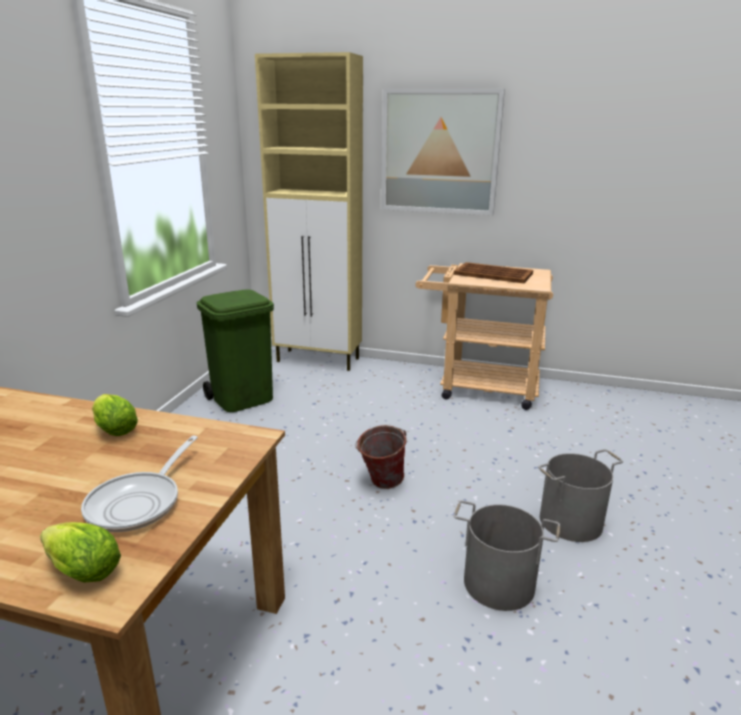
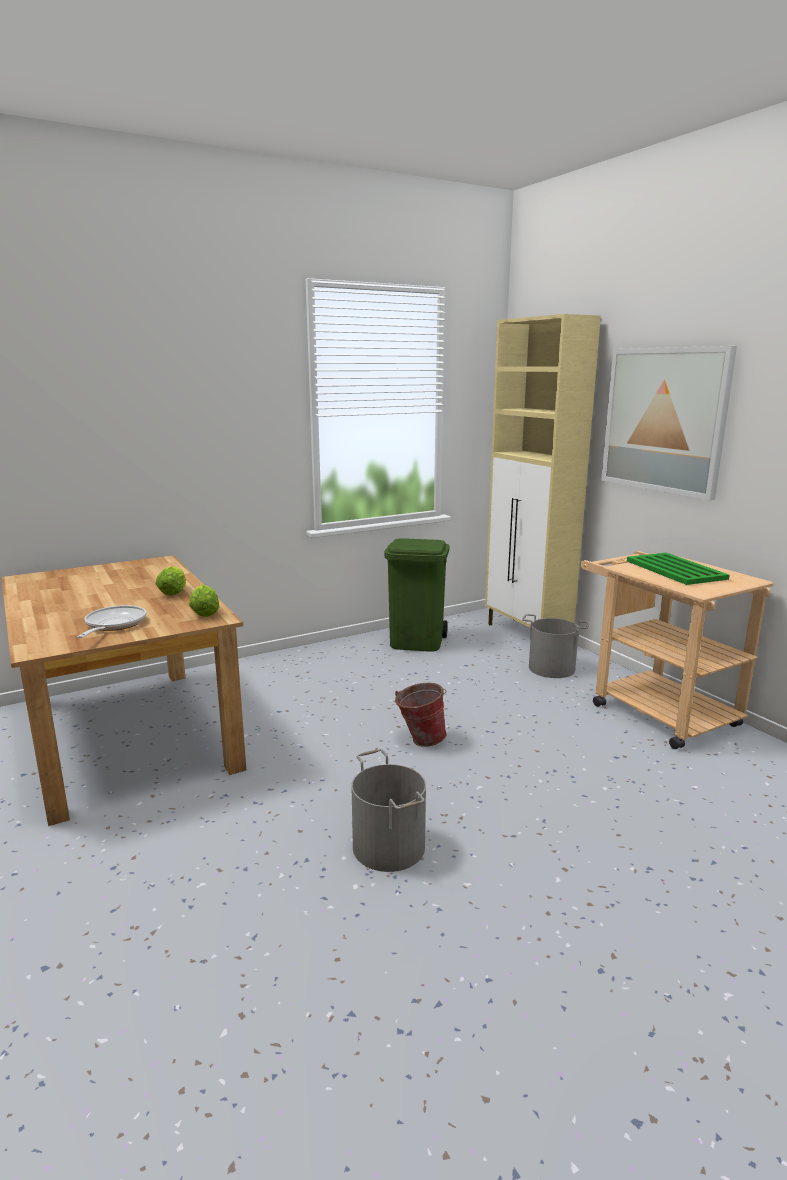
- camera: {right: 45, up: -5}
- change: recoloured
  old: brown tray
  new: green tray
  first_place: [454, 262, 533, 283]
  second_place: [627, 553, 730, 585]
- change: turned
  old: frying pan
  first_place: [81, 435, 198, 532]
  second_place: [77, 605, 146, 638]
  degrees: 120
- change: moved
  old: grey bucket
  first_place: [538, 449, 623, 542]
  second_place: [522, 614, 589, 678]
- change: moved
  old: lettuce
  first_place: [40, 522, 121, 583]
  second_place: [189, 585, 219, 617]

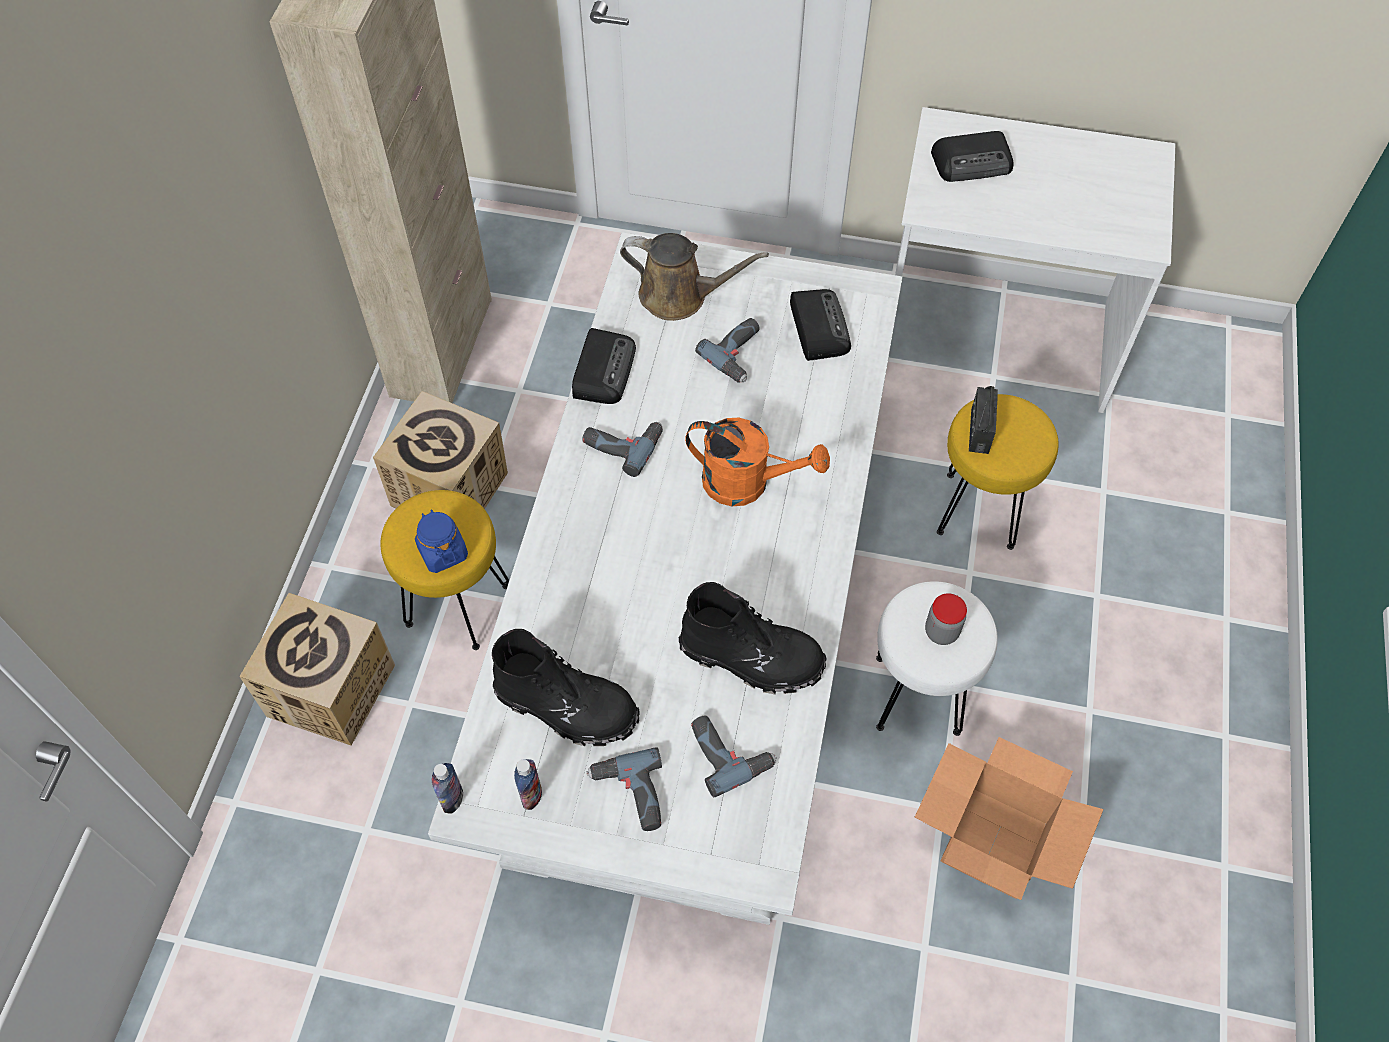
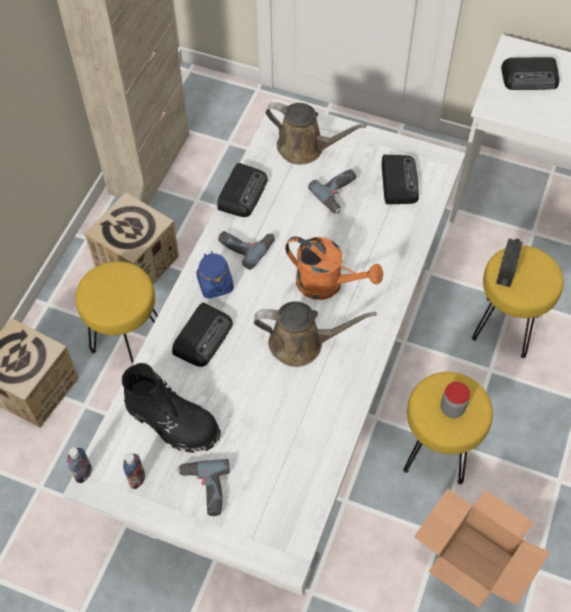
- camera: {right: 10, up: 0}
- change: moved
  old: blue jar
  first_place: [415, 509, 468, 573]
  second_place: [196, 251, 234, 299]
- change: recoloured
  old: white stool
  new: yellow stool
  first_place: [876, 581, 998, 736]
  second_place: [403, 372, 493, 485]
- change: removed
  old: black boot
  first_place: [679, 582, 827, 694]
- change: removed
  old: power drill
  first_place: [691, 716, 777, 797]
- change: added
  new: brown watering can
  second_place: [254, 301, 377, 367]
- change: added
  new: radio
  second_place: [172, 303, 233, 367]

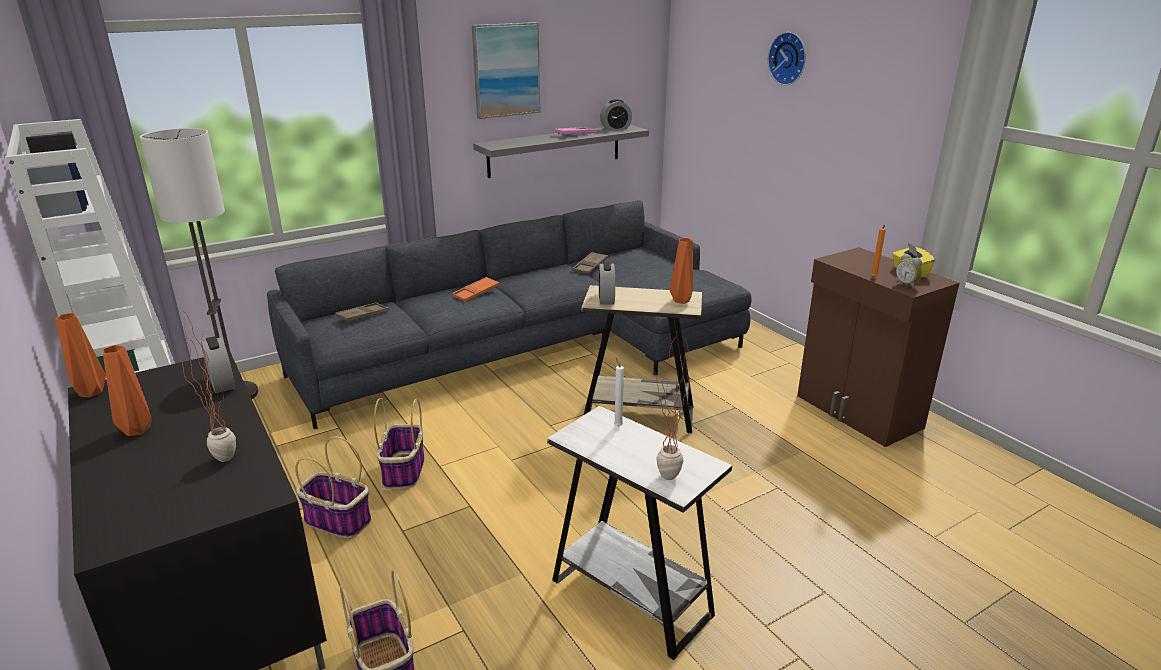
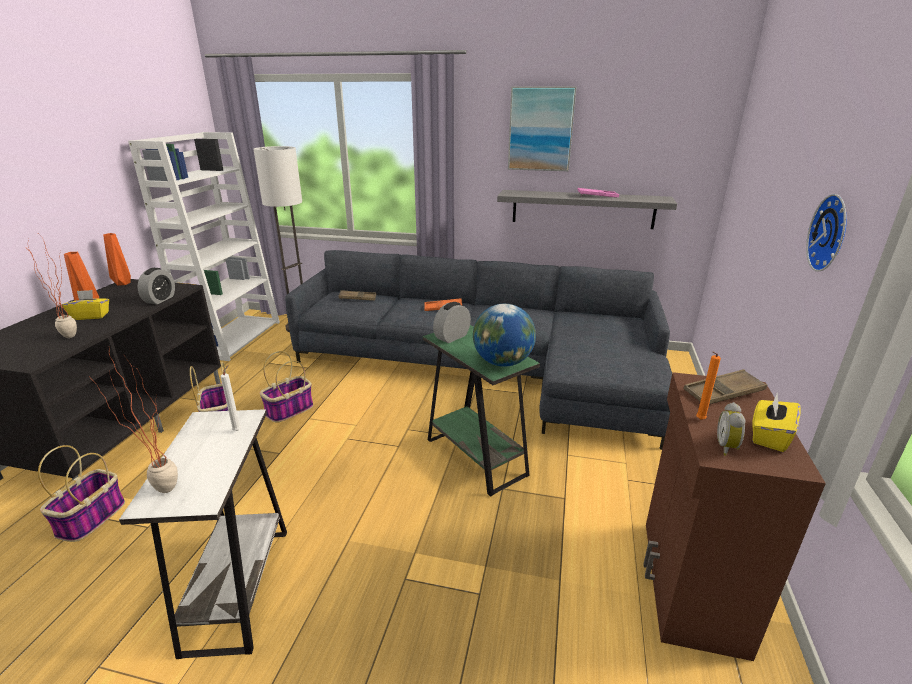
- camera: {right: 45, up: 0}
- change: moved
  old: wall clock
  first_place: [768, 32, 806, 85]
  second_place: [806, 194, 847, 272]
- change: removed
  old: alarm clock
  first_place: [600, 99, 632, 130]
- change: replaced
  old: orange vase
  new: globe
  first_place: [670, 238, 693, 304]
  second_place: [473, 304, 536, 367]
- change: moved
  old: brown tray
  first_place: [572, 252, 608, 274]
  second_place: [684, 369, 767, 404]
- change: recoloured
  old: beige side table
  new: green side table
  first_place: [581, 285, 702, 433]
  second_place: [423, 325, 540, 497]
- change: added
  new: yellow tissue box
  second_place: [62, 290, 109, 320]

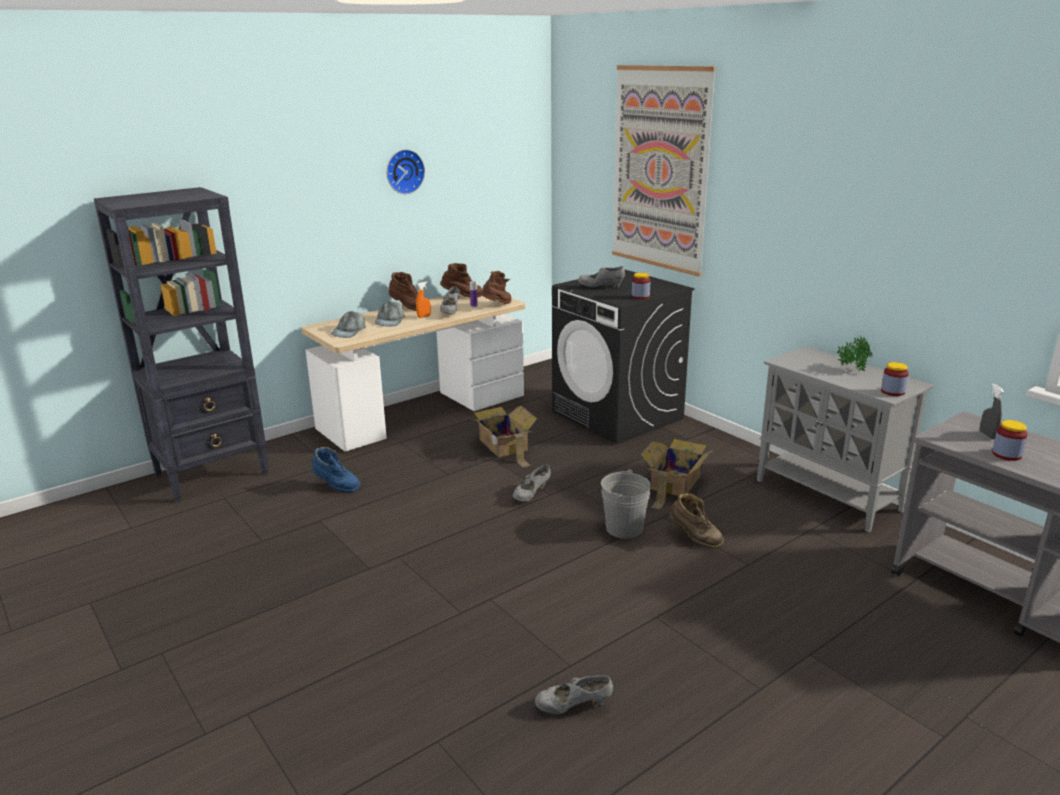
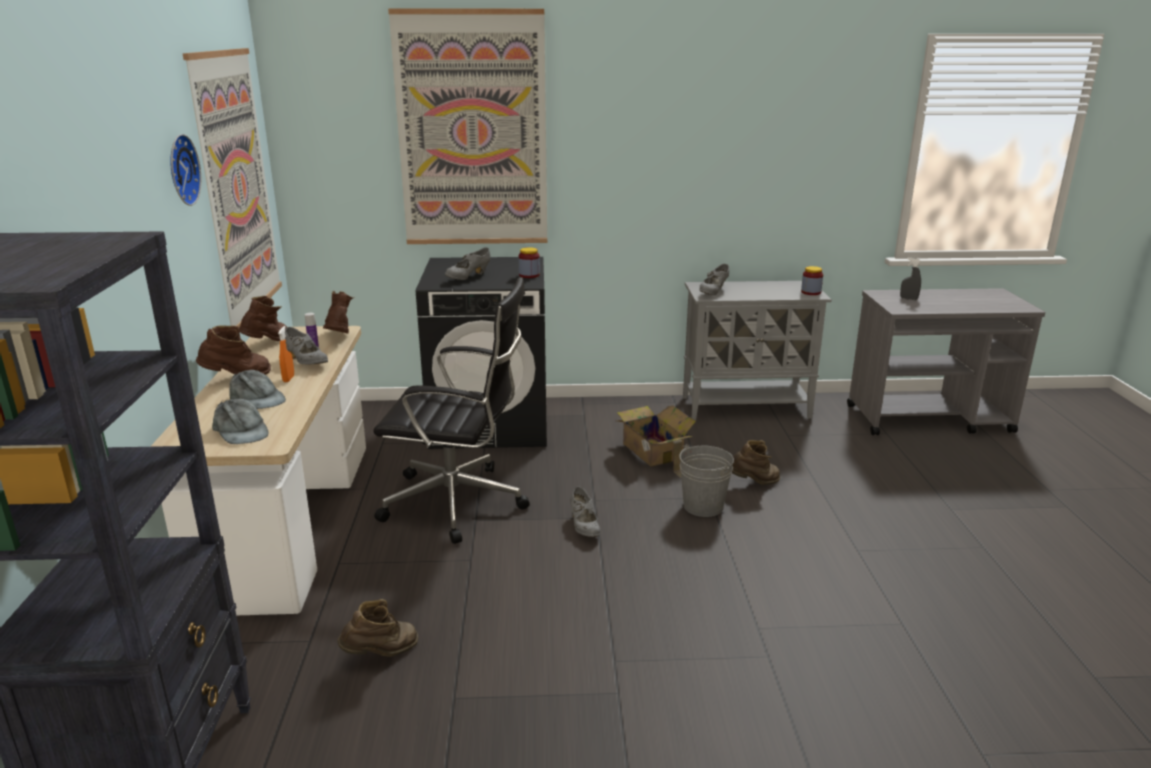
- camera: {right: -55, up: 0}
- change: removed
  old: potted plant
  first_place: [836, 336, 872, 371]
- change: replaced
  old: cardboard box
  new: black office chair
  first_place: [470, 406, 537, 468]
  second_place: [373, 277, 529, 544]
- change: removed
  old: jar
  first_place: [992, 420, 1028, 461]
- change: recoloured
  old: blue boot
  new: brown boot
  first_place: [312, 447, 361, 492]
  second_place: [337, 599, 419, 657]
- change: moved
  old: grey shoe
  first_place: [535, 675, 613, 714]
  second_place: [699, 264, 729, 295]
- change: added
  new: picture
  second_place: [183, 48, 282, 328]

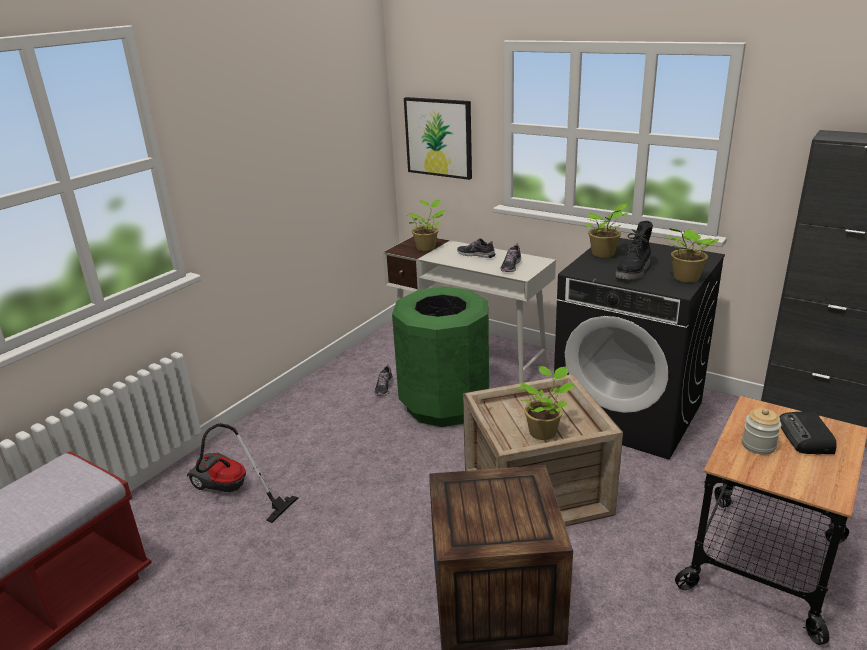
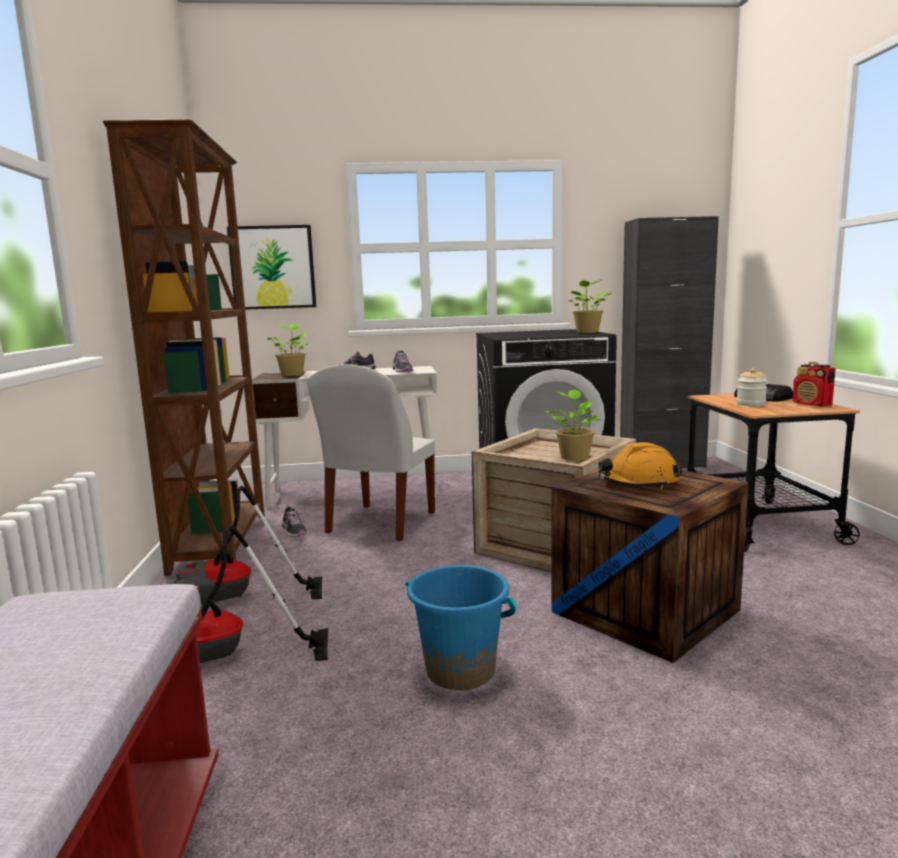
- camera: {right: -40, up: -15}
- change: removed
  old: potted plant
  first_place: [584, 204, 628, 258]
- change: removed
  old: black boot
  first_place: [615, 221, 653, 279]
- change: replaced
  old: green trash can
  new: white chair
  first_place: [392, 286, 489, 427]
  second_place: [307, 364, 435, 541]
- change: added
  new: brown bookcase
  second_place: [103, 120, 265, 576]
- change: added
  new: radio
  second_place: [793, 361, 836, 407]
- change: added
  new: orange hard hat
  second_place: [598, 442, 682, 489]
- change: added
  new: vacuum cleaner
  second_place: [174, 486, 322, 605]
- change: added
  new: blue bucket
  second_place: [405, 565, 516, 690]

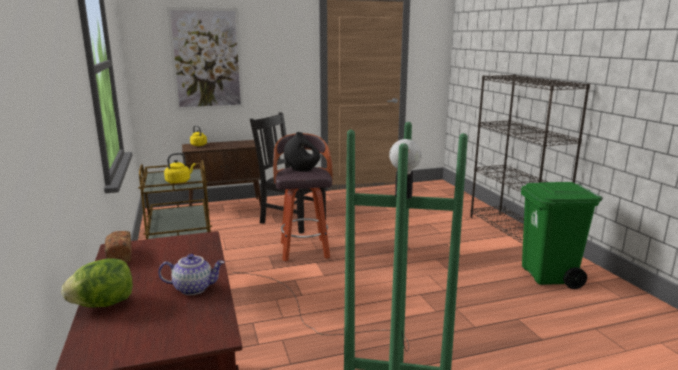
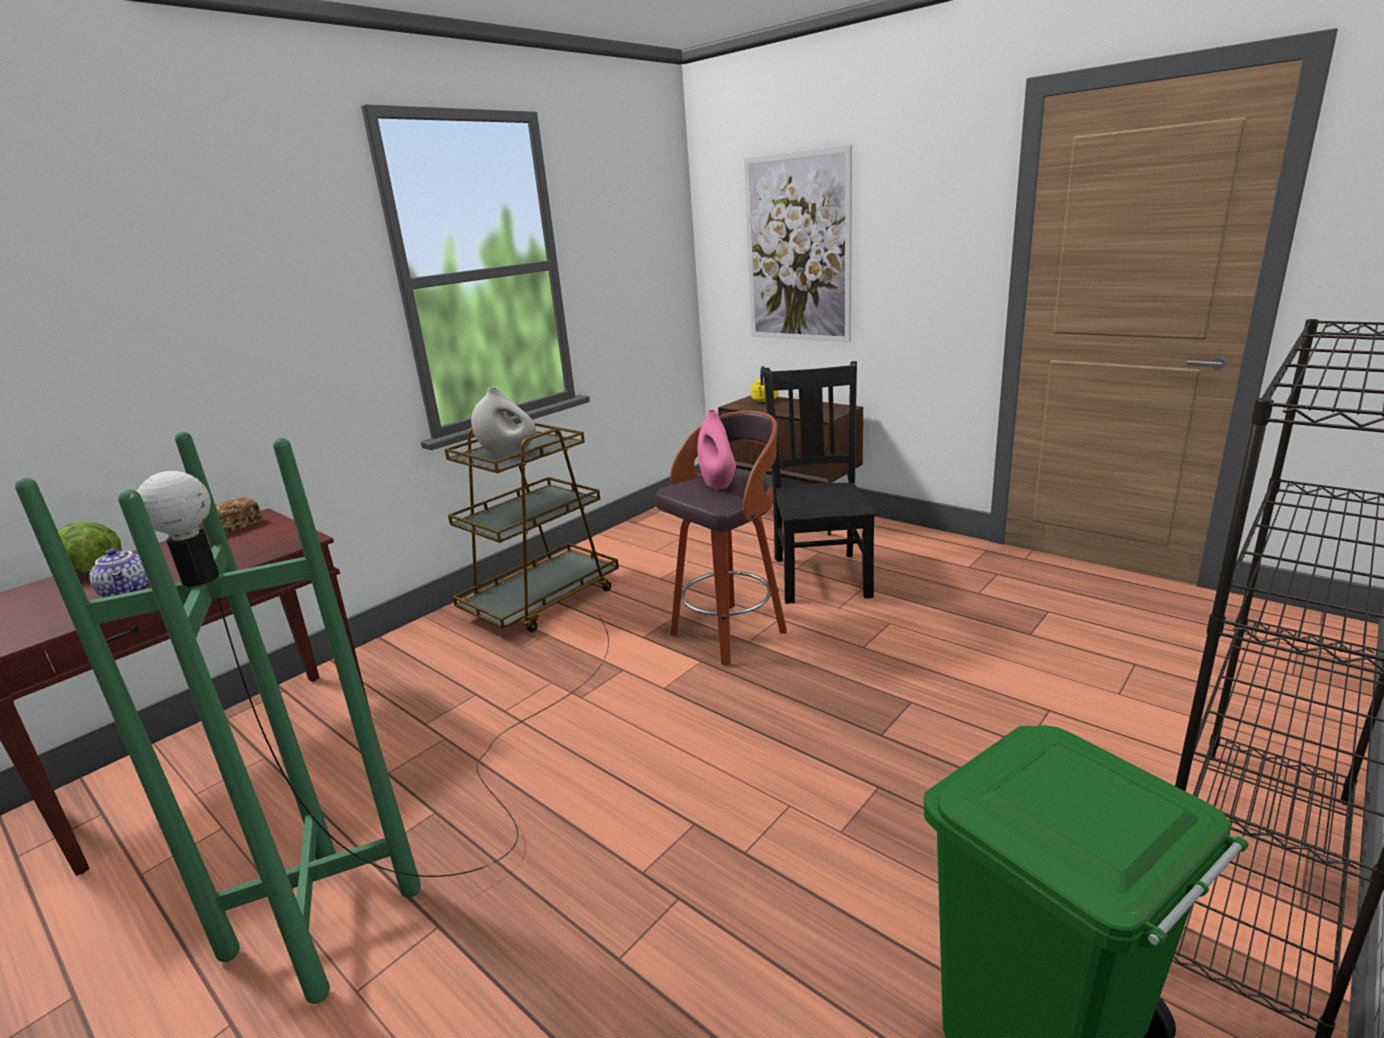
- camera: {right: 60, up: 5}
- change: recoloured
  old: black vase
  new: pink vase
  first_place: [284, 132, 321, 172]
  second_place: [697, 409, 736, 489]
- change: replaced
  old: yellow kettle
  new: white vase
  first_place: [164, 153, 196, 183]
  second_place: [471, 388, 536, 458]

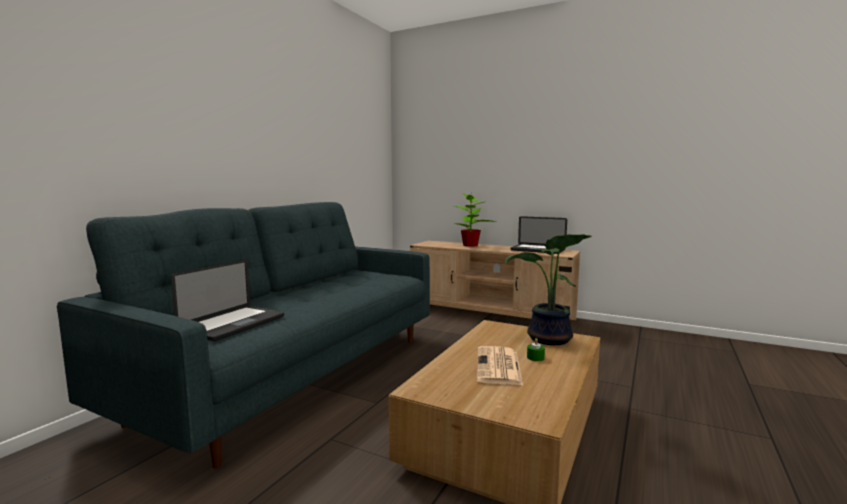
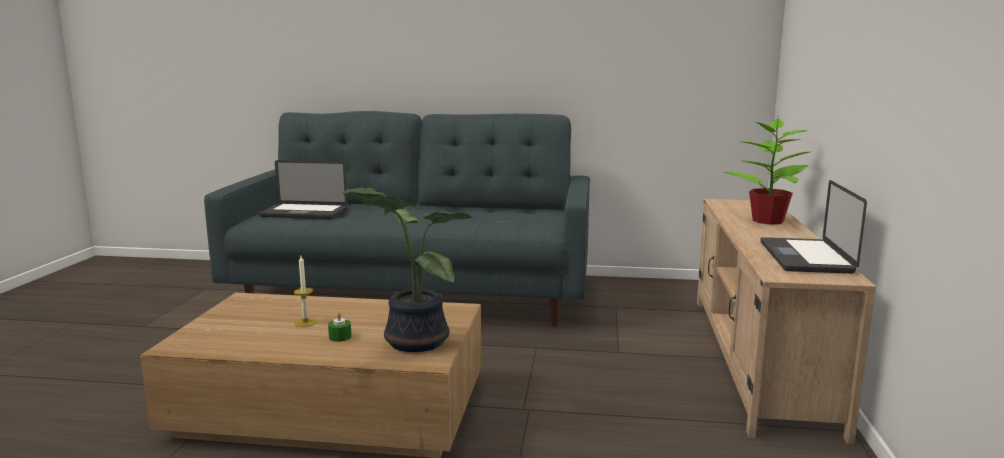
- camera: {right: 70, up: 5}
- change: replaced
  old: newspaper
  new: candle
  first_place: [477, 346, 523, 385]
  second_place: [294, 256, 317, 327]

